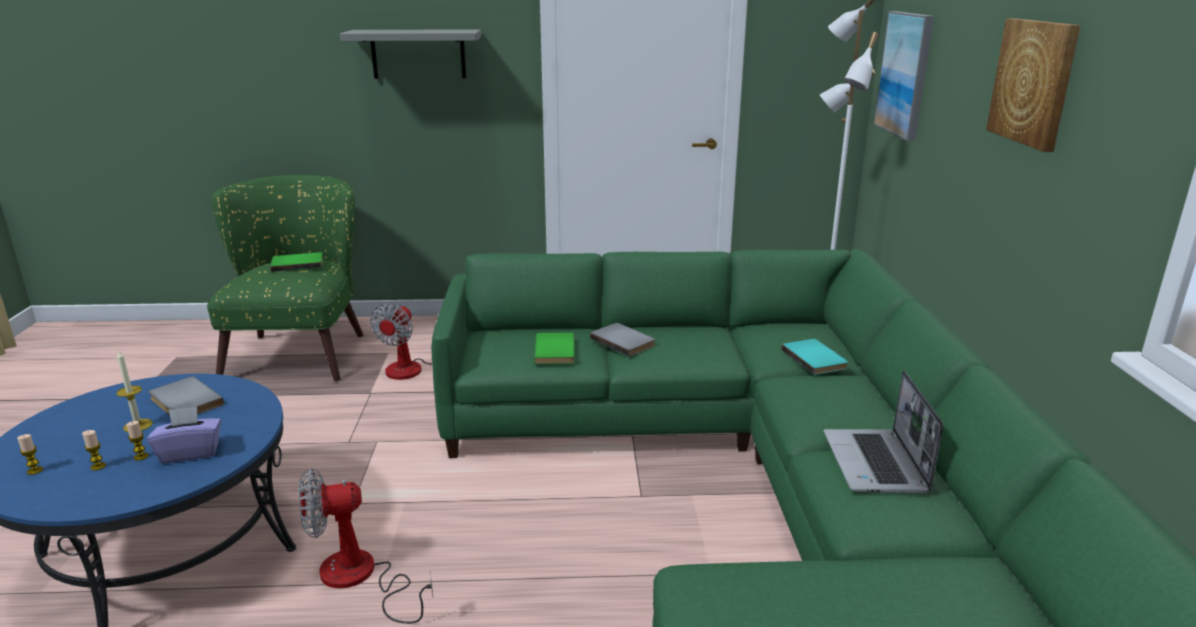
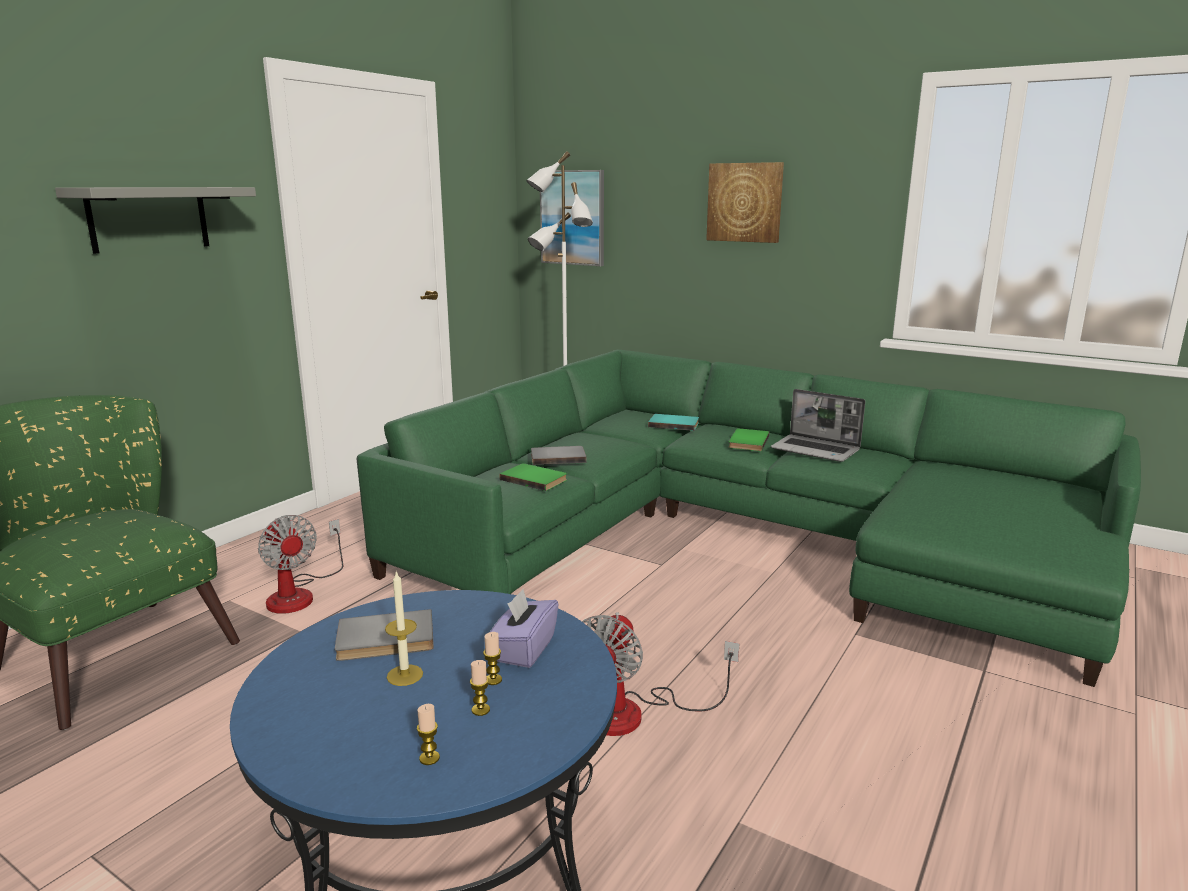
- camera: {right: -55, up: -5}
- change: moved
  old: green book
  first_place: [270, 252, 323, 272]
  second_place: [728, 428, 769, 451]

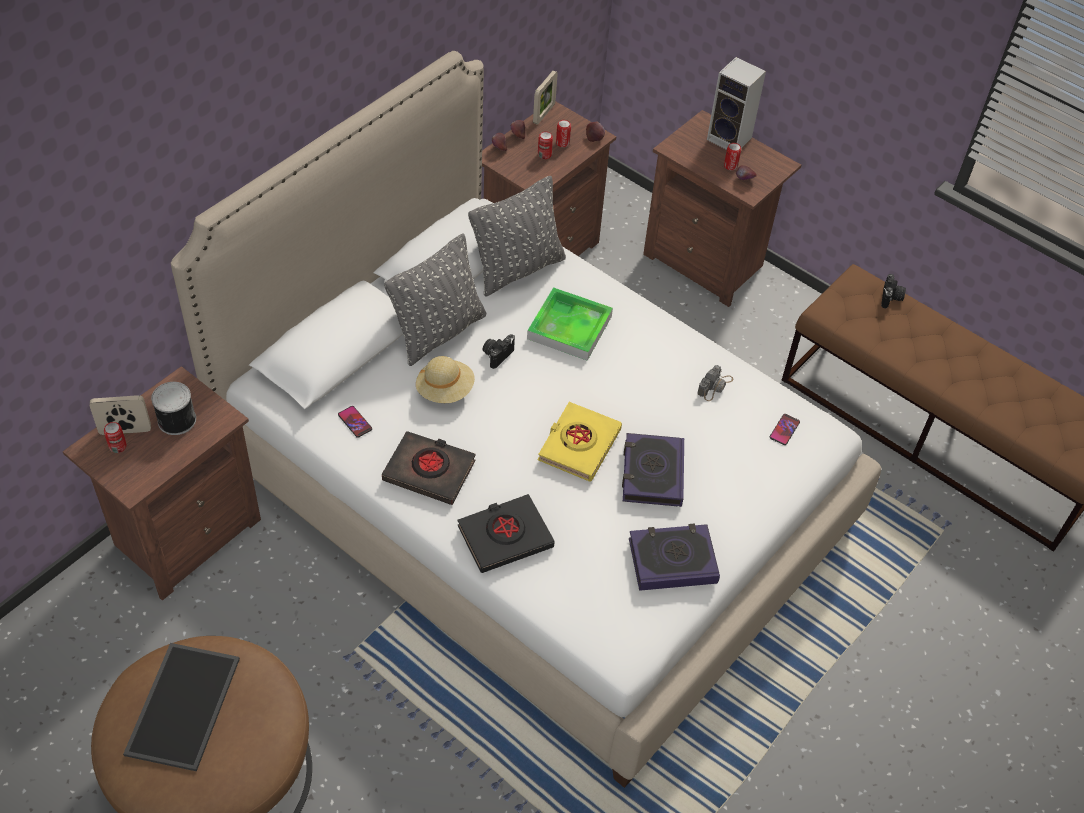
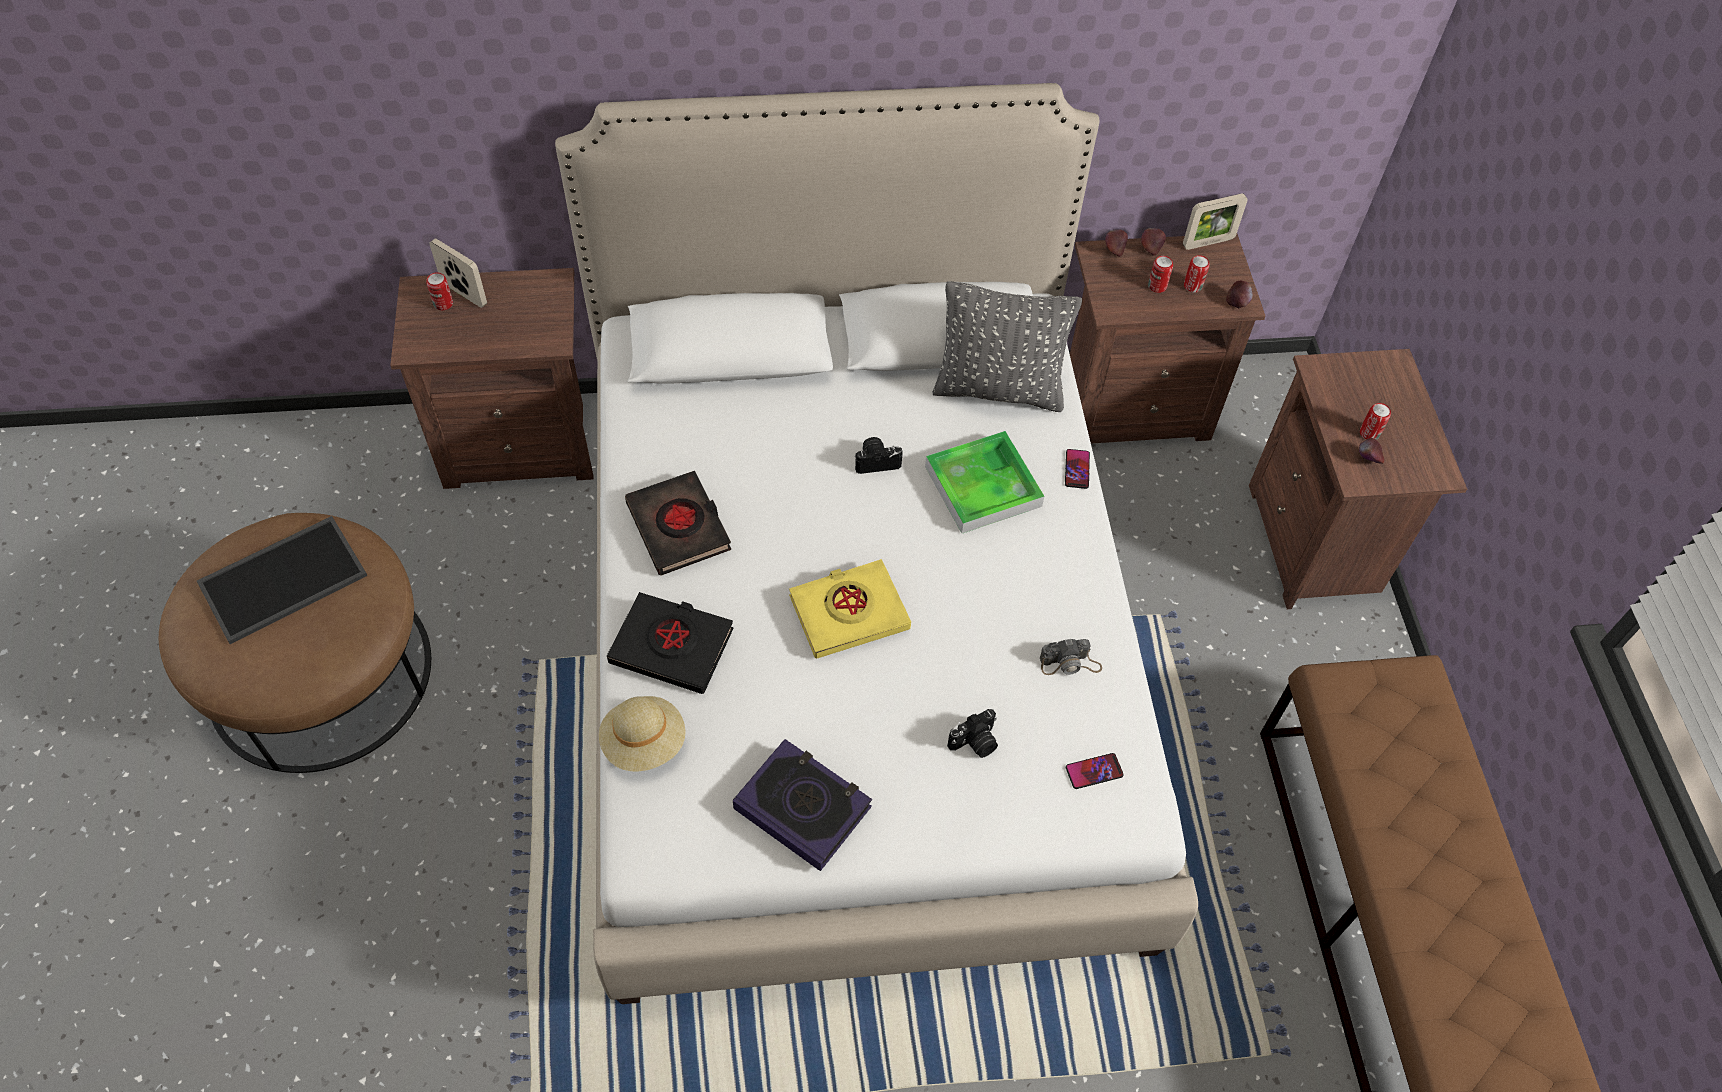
- camera: {right: 45, up: 5}
- change: removed
  old: speaker
  first_place: [707, 57, 766, 150]
- change: removed
  old: grey pillow
  first_place: [384, 233, 486, 366]
- change: moved
  old: photo camera
  first_place: [881, 274, 906, 308]
  second_place: [947, 709, 998, 758]
- change: moved
  old: beige hat
  first_place: [416, 356, 475, 403]
  second_place: [599, 696, 686, 771]
- change: removed
  old: can
  first_place: [151, 382, 196, 435]
- change: moved
  old: phone
  first_place: [338, 406, 372, 438]
  second_place: [1065, 449, 1090, 489]
- change: removed
  old: book
  first_place: [622, 433, 684, 507]

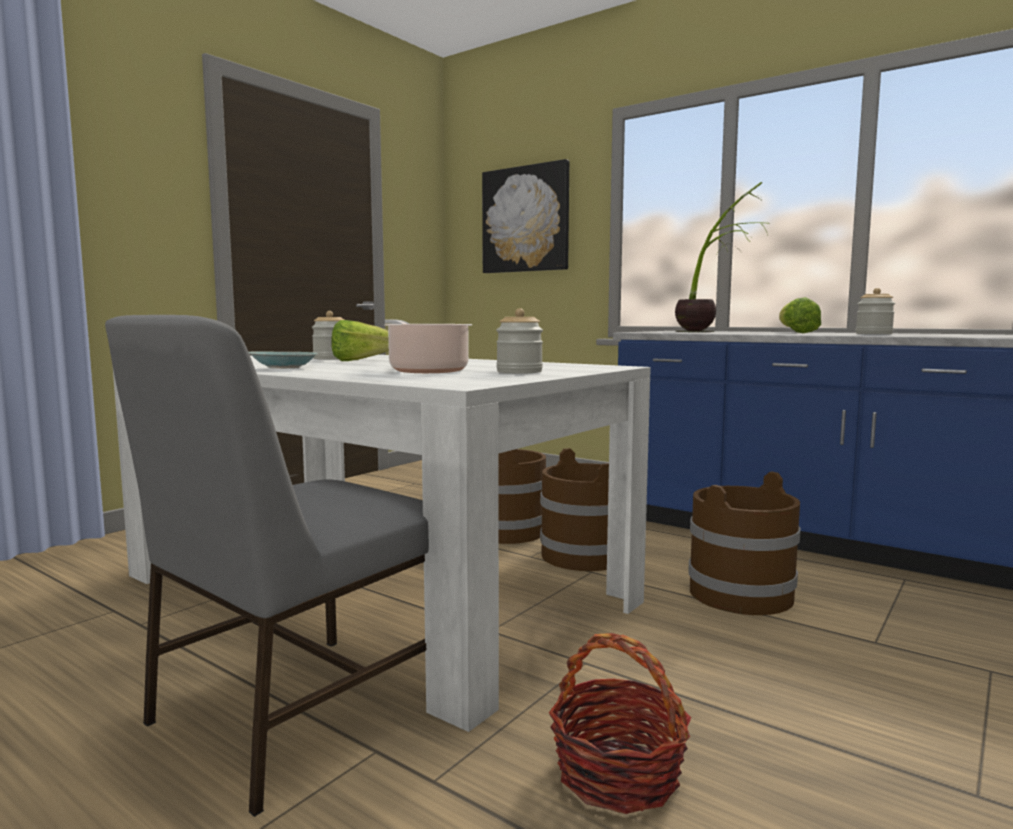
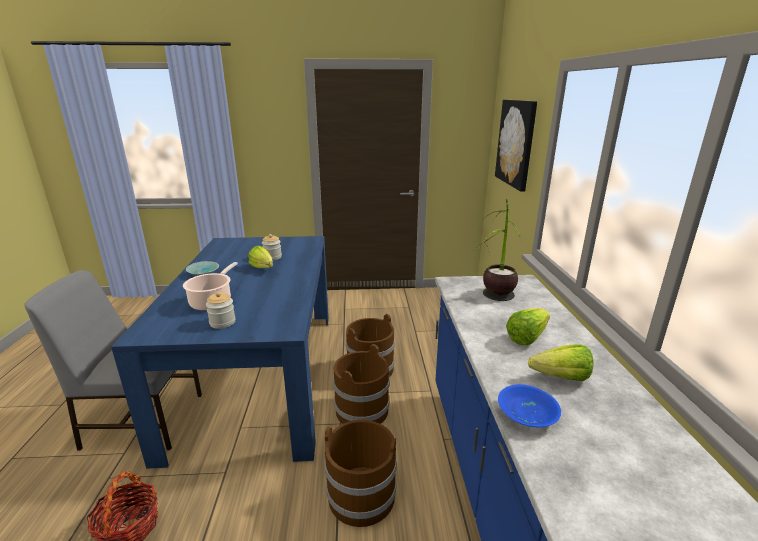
- camera: {right: 50, up: 15}
- change: replaced
  old: jar
  new: lettuce
  first_place: [856, 288, 895, 334]
  second_place: [528, 344, 594, 381]
- change: recoloured
  old: white dining table
  new: blue dining table
  first_place: [113, 355, 651, 732]
  second_place: [111, 236, 329, 469]
- change: added
  new: blue bowl
  second_place: [498, 384, 561, 427]

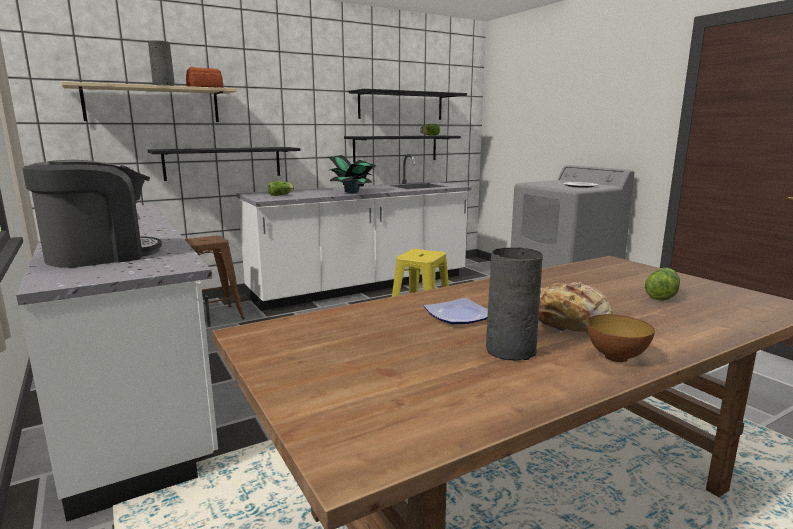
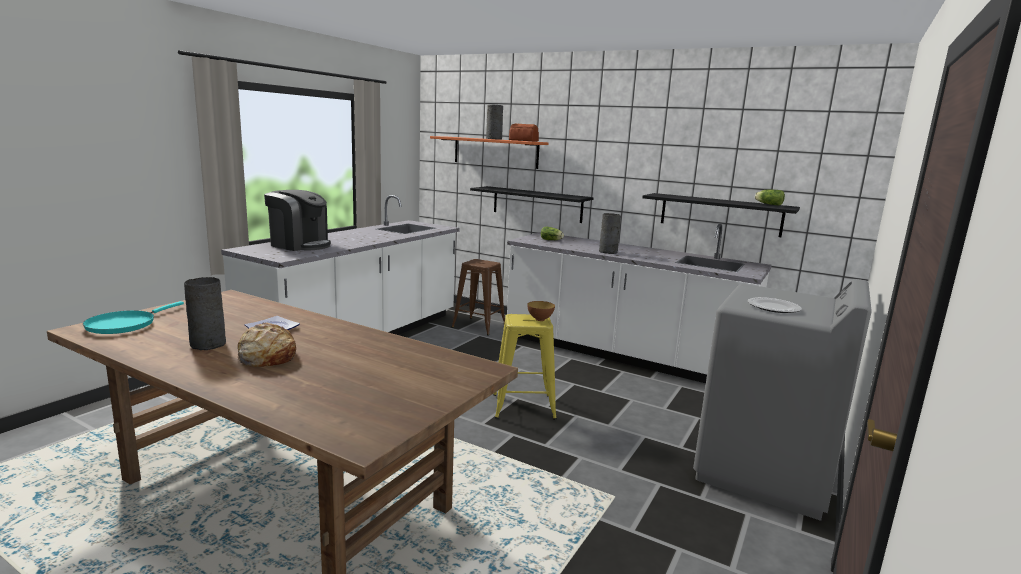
- camera: {right: 60, up: 0}
- change: recoloured
  old: beige shelf
  new: orange shelf
  first_place: [62, 81, 237, 122]
  second_place: [430, 136, 548, 169]
- change: removed
  old: black shelf
  first_place: [349, 89, 467, 120]
- change: replaced
  old: potted plant
  new: grey vase
  first_place: [327, 155, 376, 193]
  second_place: [599, 213, 621, 254]
- change: removed
  old: lettuce
  first_place: [645, 268, 680, 301]
- change: moved
  old: bowl
  first_place: [587, 314, 655, 362]
  second_place: [527, 301, 555, 321]
- change: added
  new: turquoise frying pan
  second_place: [83, 301, 184, 334]

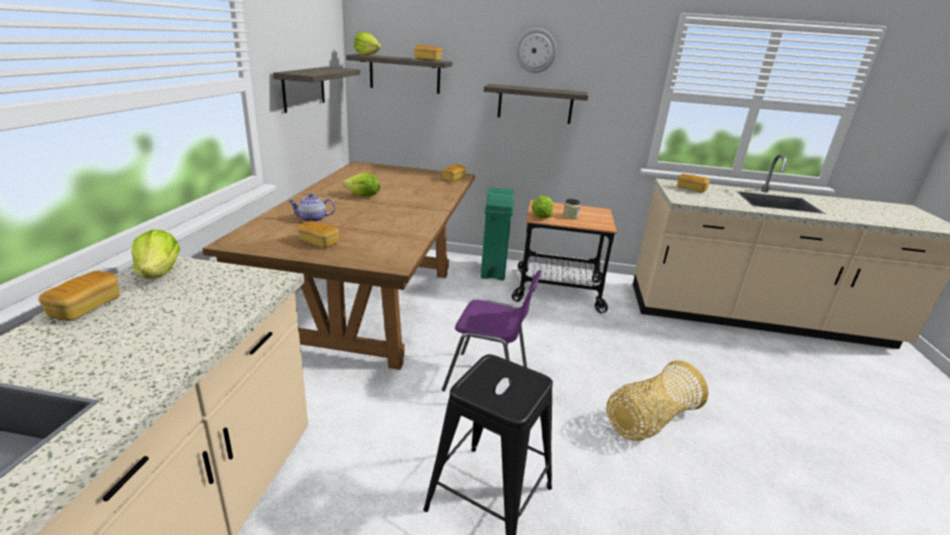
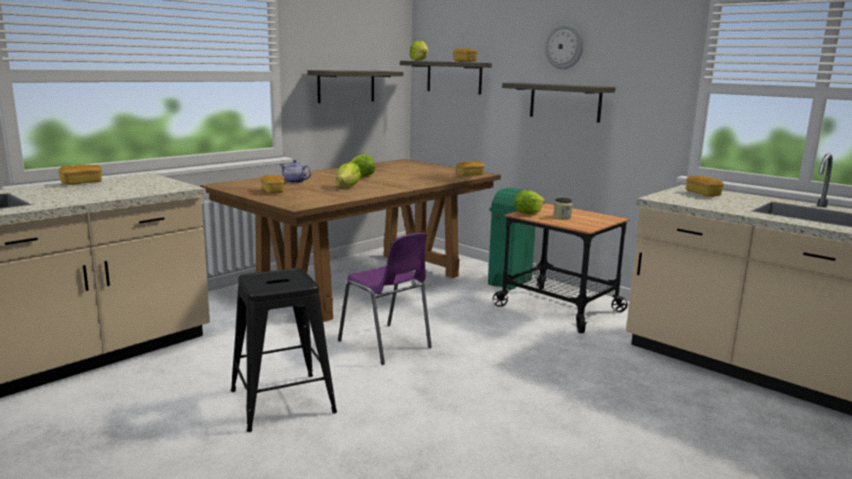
- camera: {right: 35, up: -10}
- change: moved
  old: lettuce
  first_place: [132, 230, 180, 279]
  second_place: [337, 162, 361, 187]
- change: removed
  old: basket
  first_place: [607, 360, 708, 441]

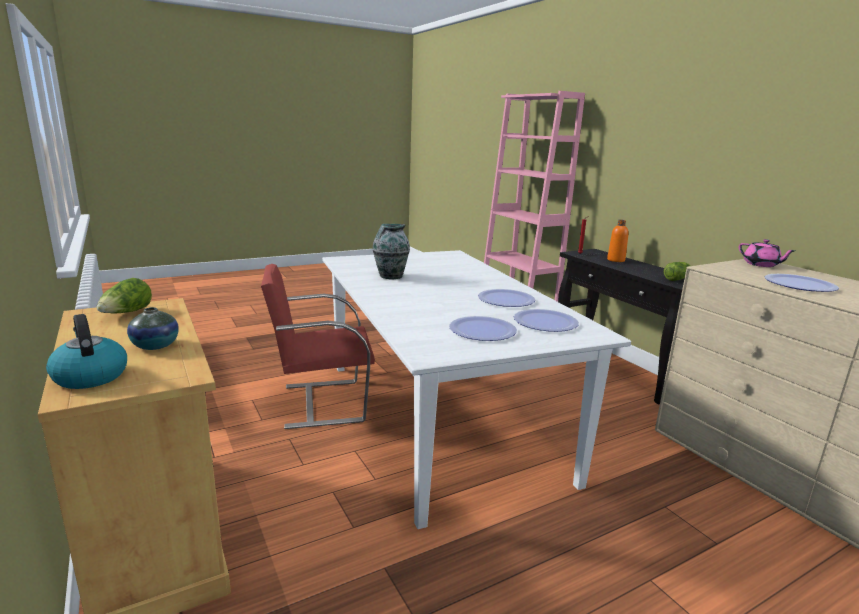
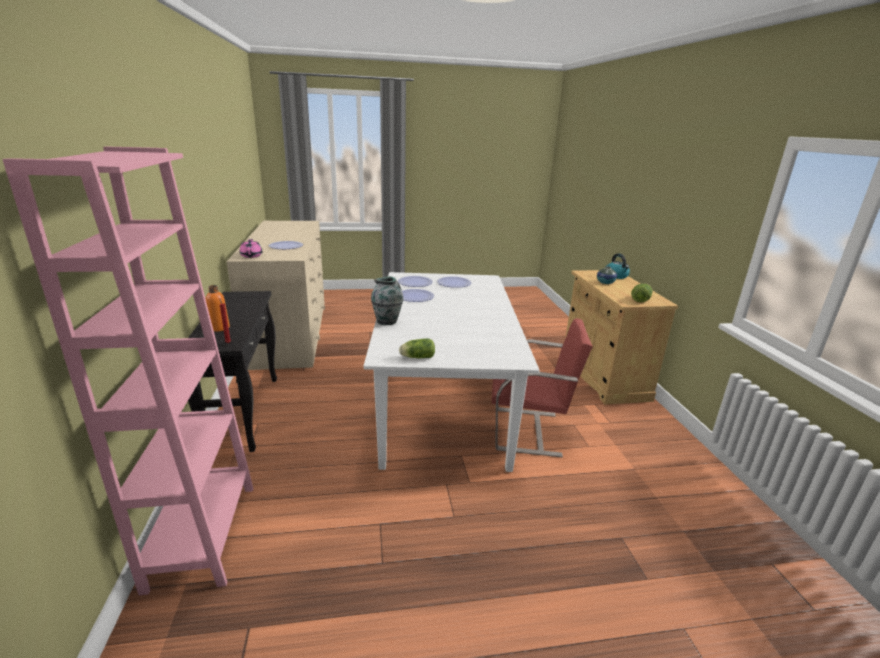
- camera: {right: -160, up: 5}
- change: moved
  old: vase
  first_place: [372, 224, 410, 279]
  second_place: [371, 276, 403, 325]
- change: moved
  old: lettuce
  first_place: [664, 262, 691, 281]
  second_place: [399, 338, 435, 358]

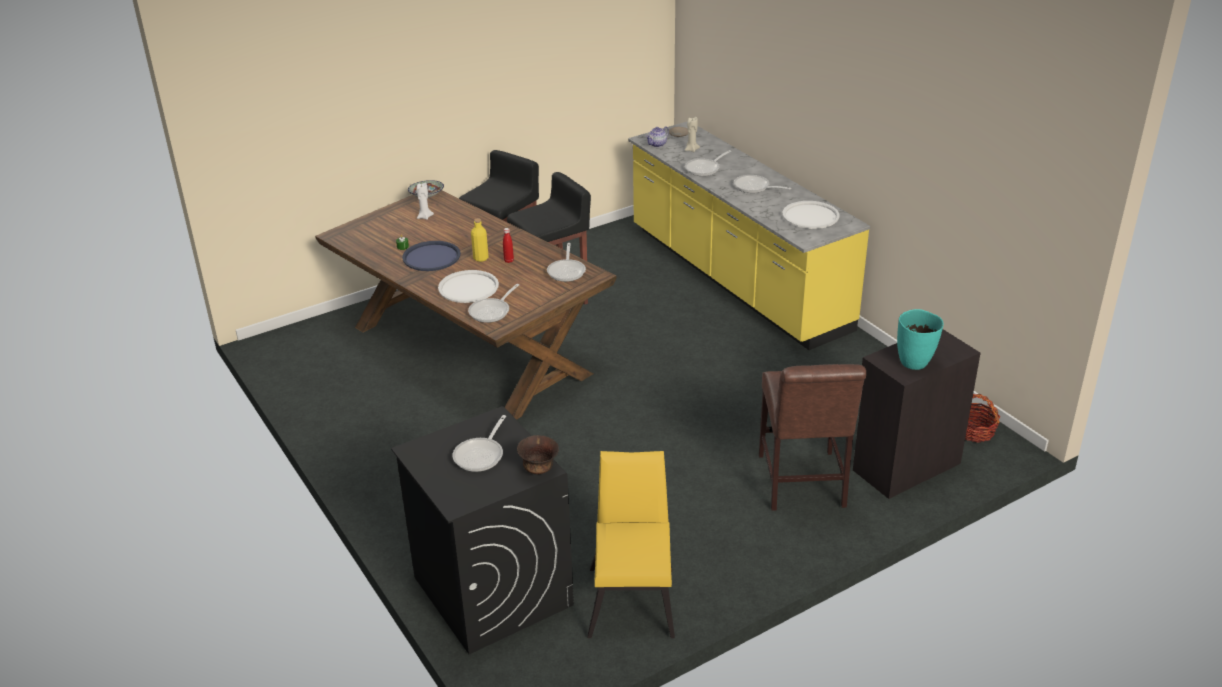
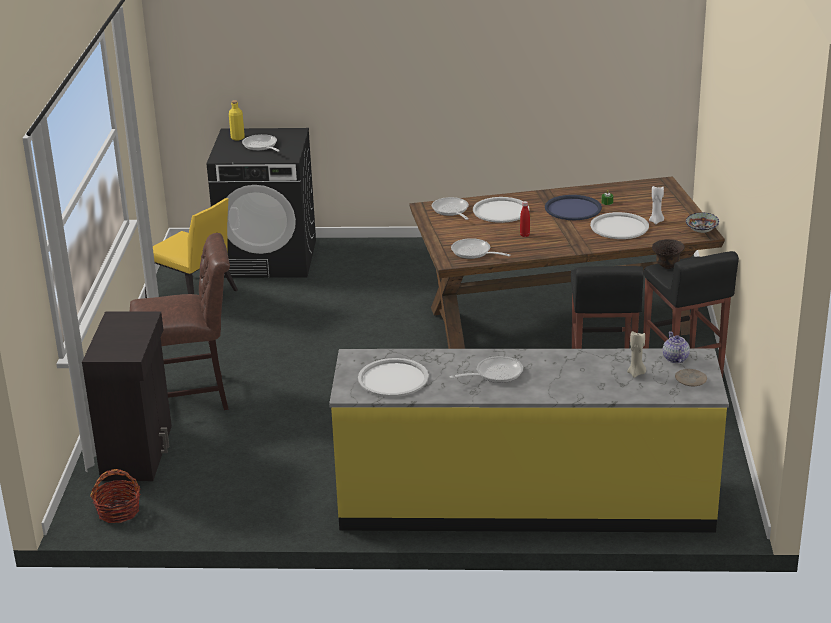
- camera: {right: 125, up: -5}
- change: removed
  old: frying pan
  first_place: [685, 150, 731, 176]
- change: moved
  old: yellow bottle
  first_place: [471, 218, 489, 262]
  second_place: [229, 100, 245, 141]
- change: removed
  old: turquoise vase
  first_place: [897, 309, 944, 370]
- change: turned
  old: brown chair
  first_place: [759, 364, 866, 511]
  second_place: [130, 233, 230, 410]
  degrees: 135
- change: moved
  old: brown bowl
  first_place: [517, 435, 559, 474]
  second_place: [652, 239, 685, 269]
- change: added
  new: white tray
  second_place: [590, 212, 649, 239]

